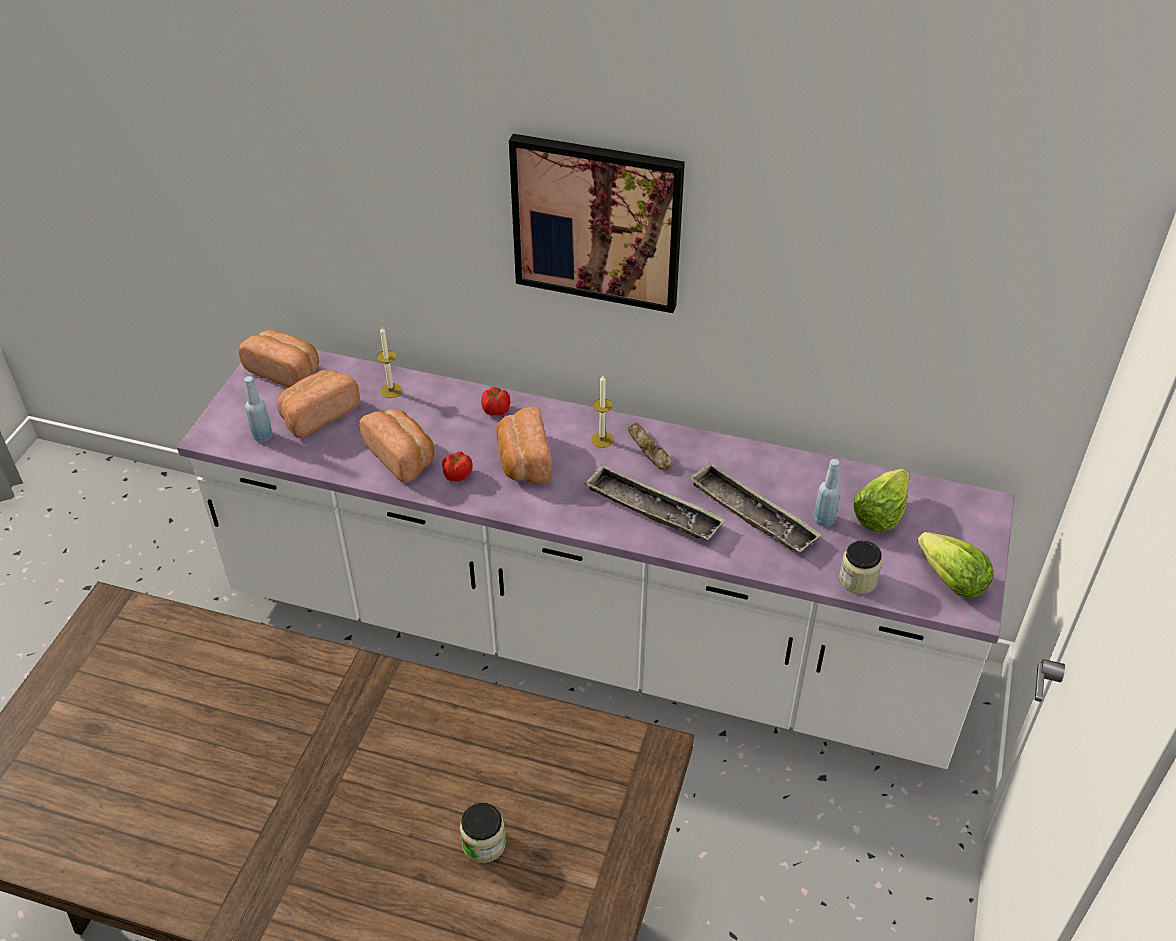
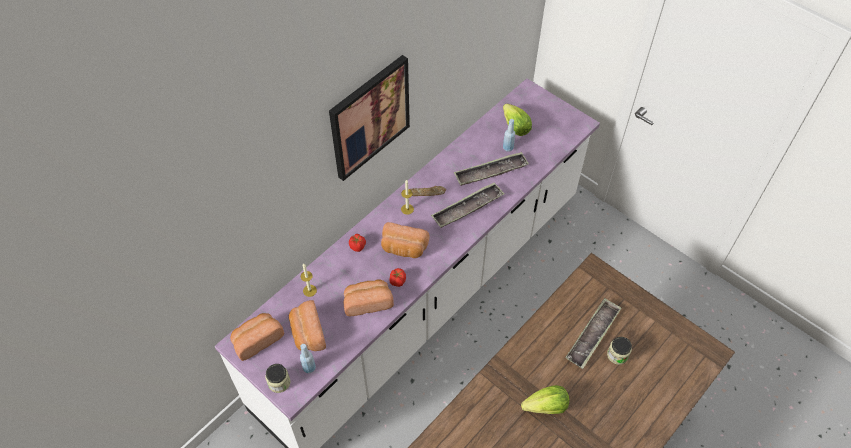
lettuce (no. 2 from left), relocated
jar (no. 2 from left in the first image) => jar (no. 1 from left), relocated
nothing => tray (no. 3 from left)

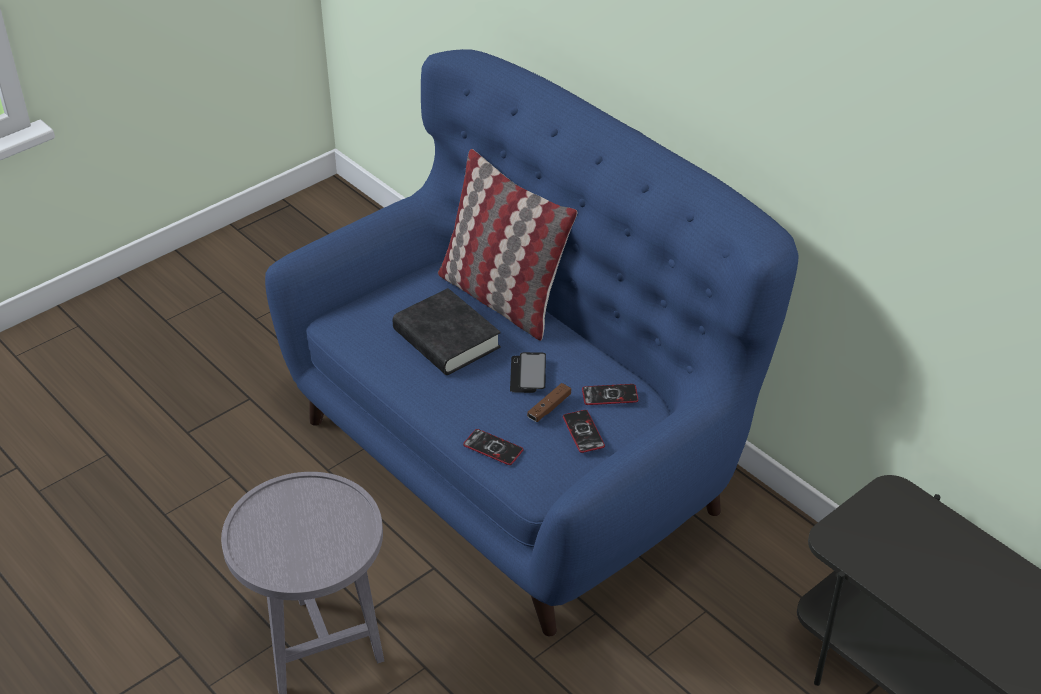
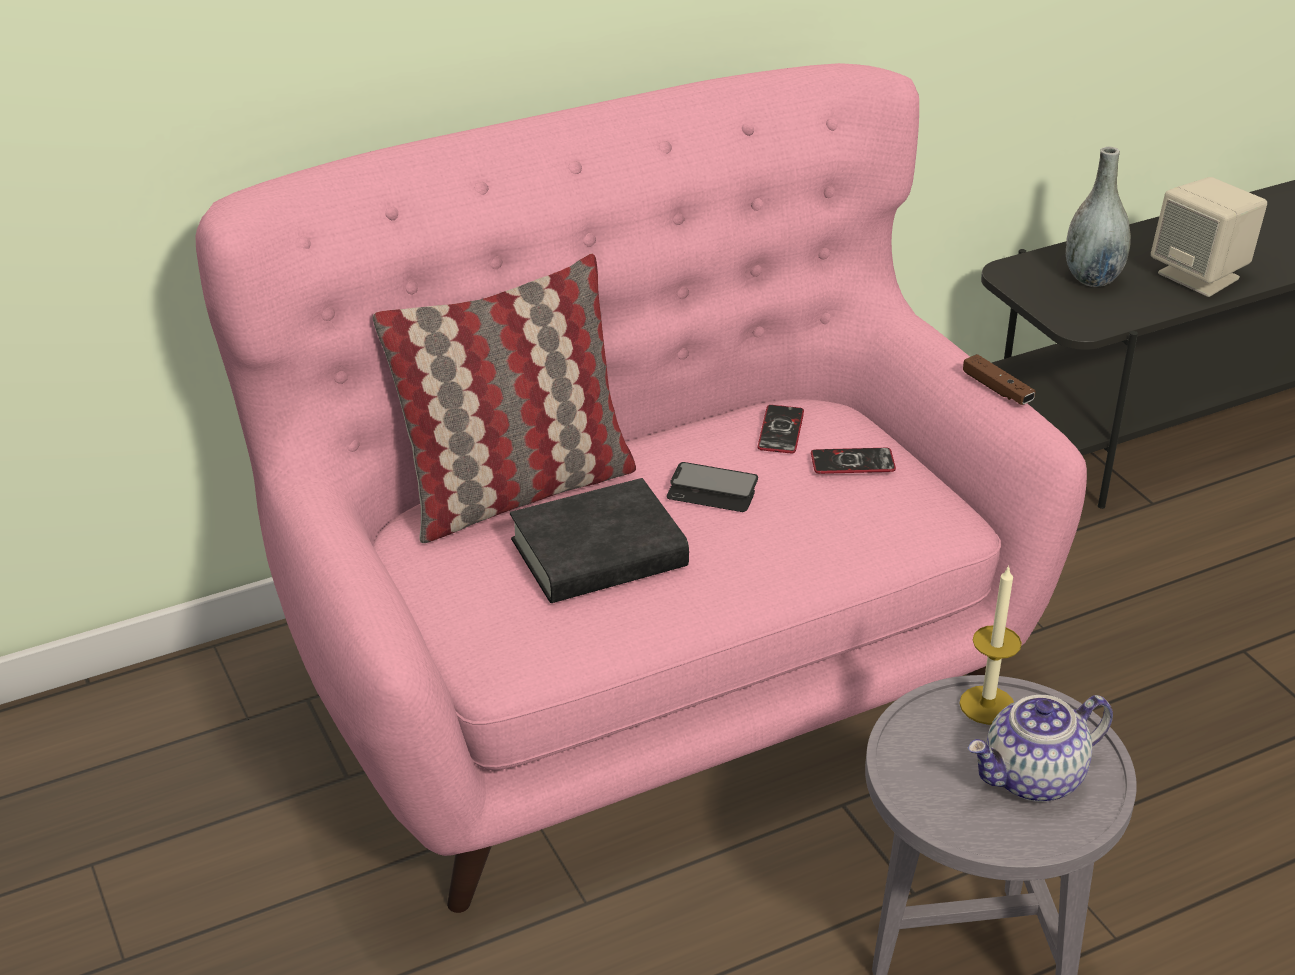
blue sofa => pink sofa
brown game controller, relocated
phone (no. 1 from left) => nothing
nothing => grey vase
nothing => beige speaker
nothing => candle
nothing => teapot

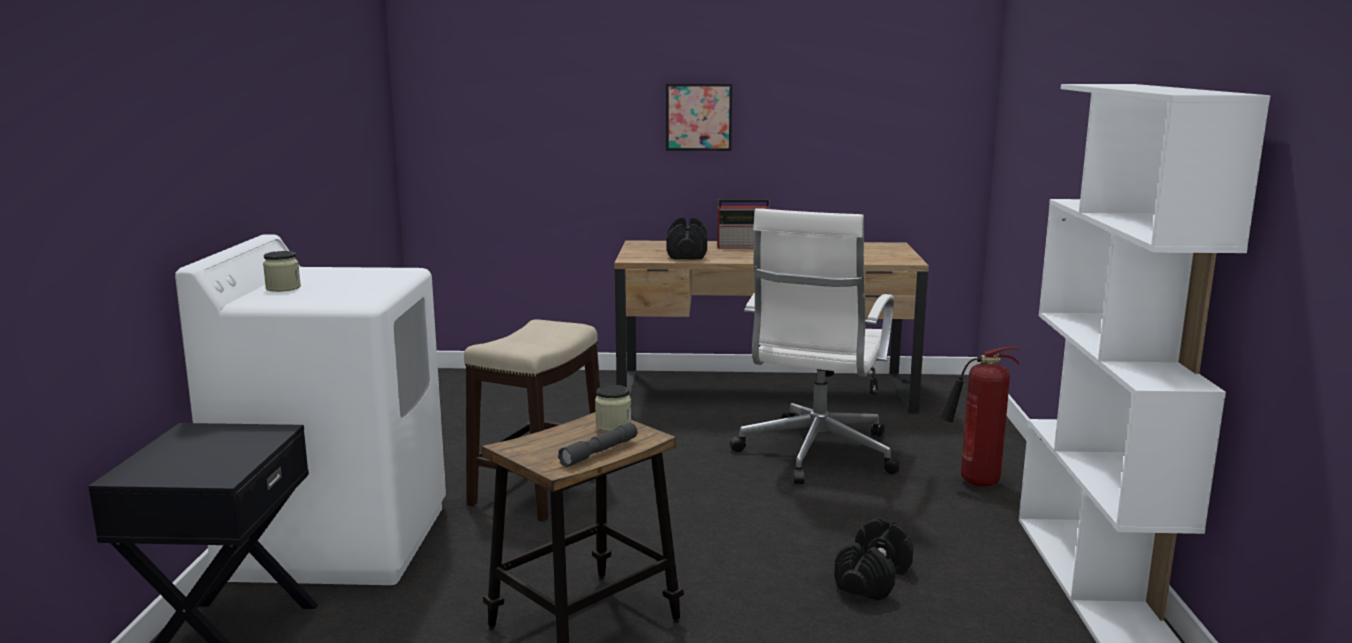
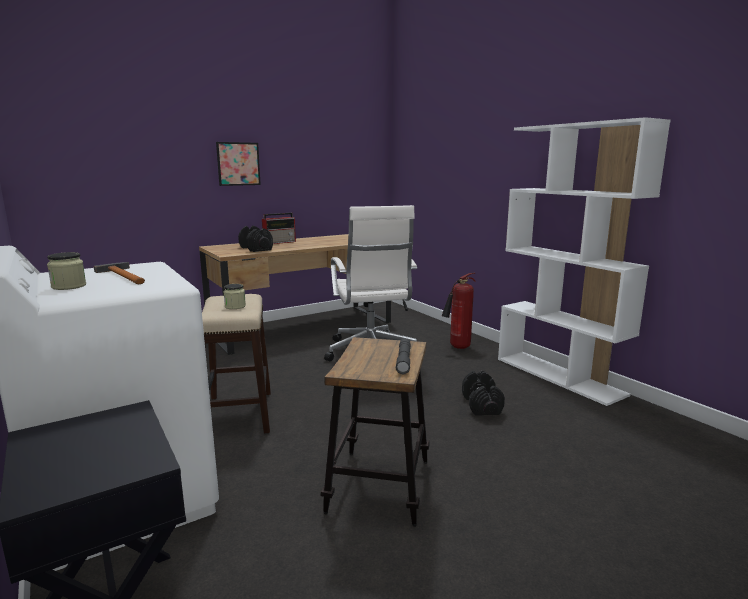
jar (no. 2 from left), relocated
nothing => hammer

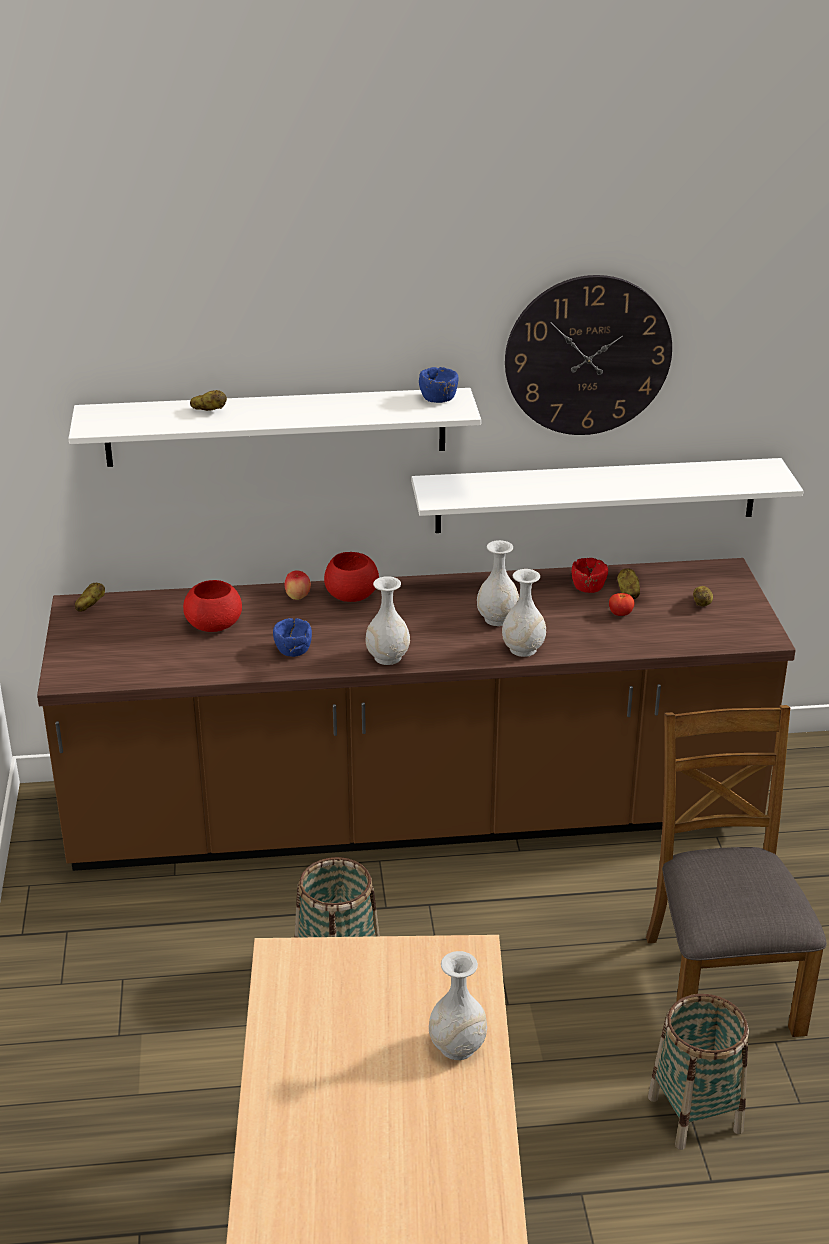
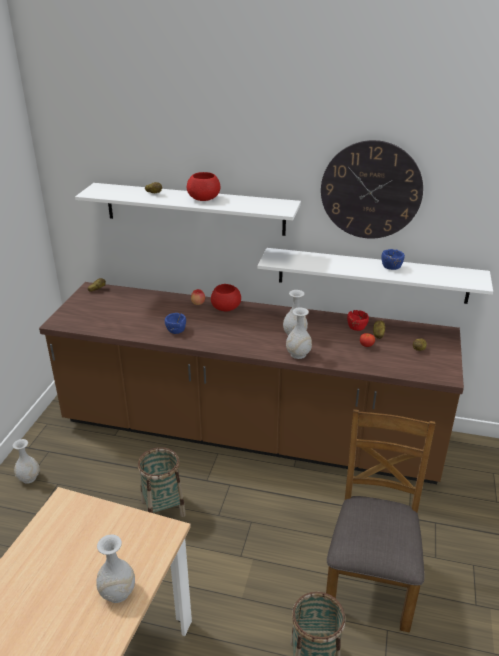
blue bowl (no. 2 from left), relocated
white vase (no. 1 from left), relocated
red bowl (no. 1 from left), relocated

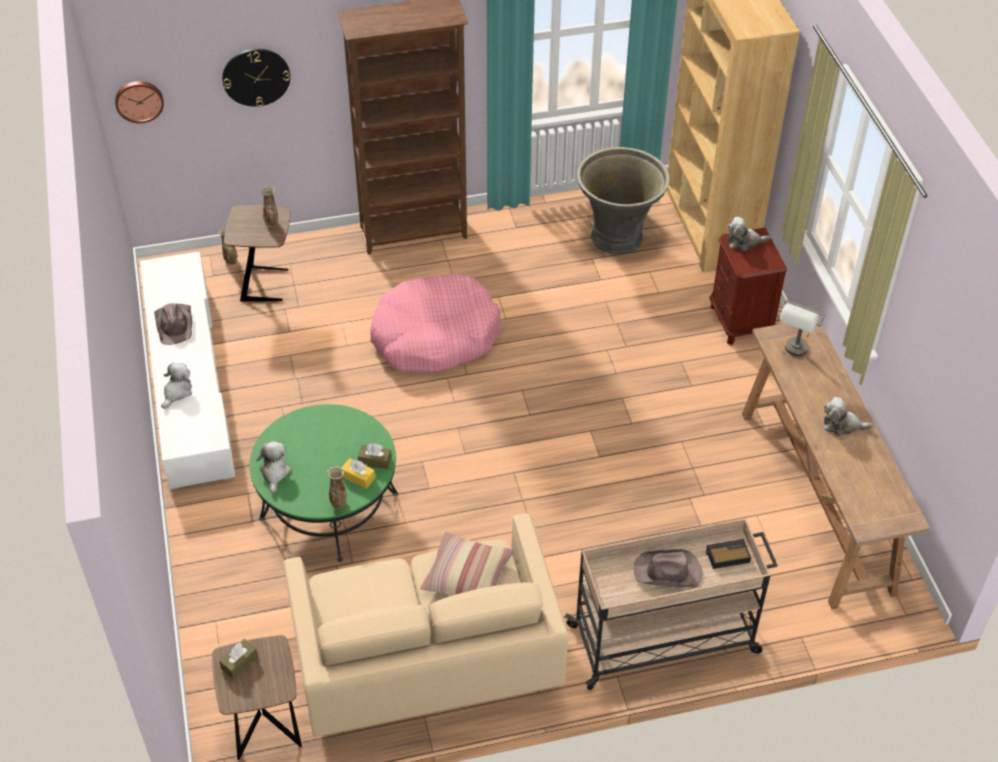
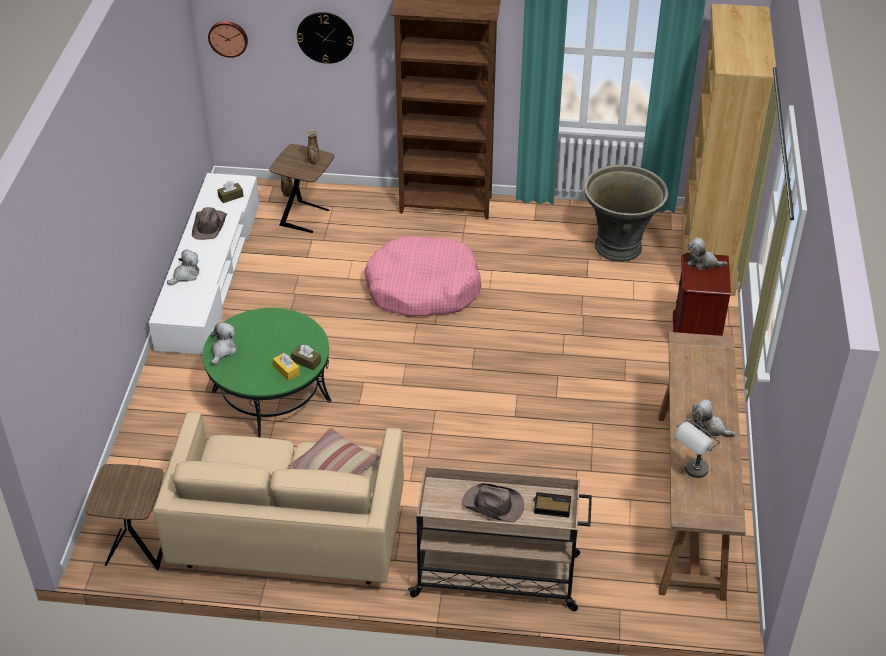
grey table lamp, relocated
vase (no. 3 from left) => nothing
brown tissue box (no. 1 from left), relocated

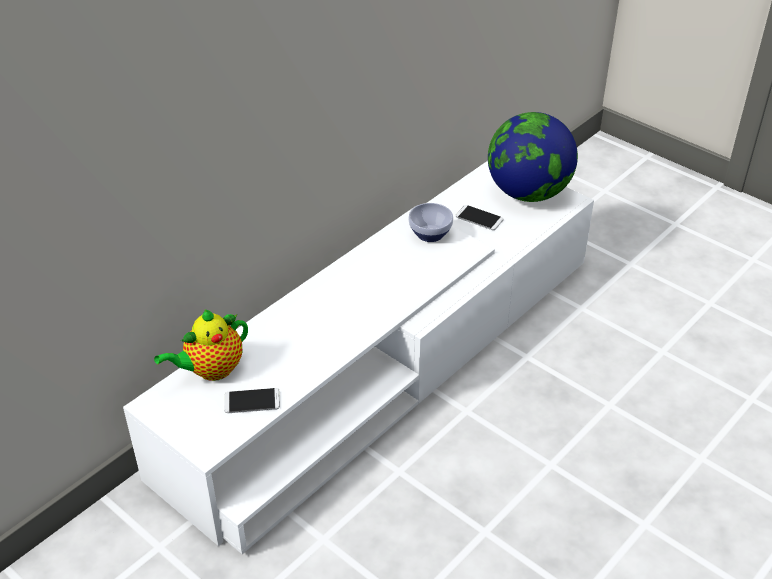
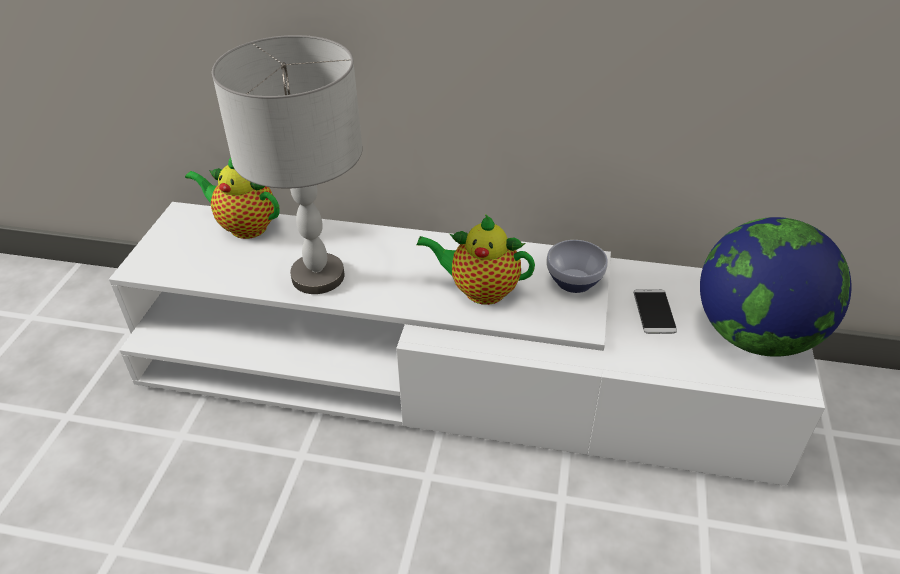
phone (no. 1 from left) => nothing
nothing => grey table lamp
nothing => teapot (no. 2 from left)

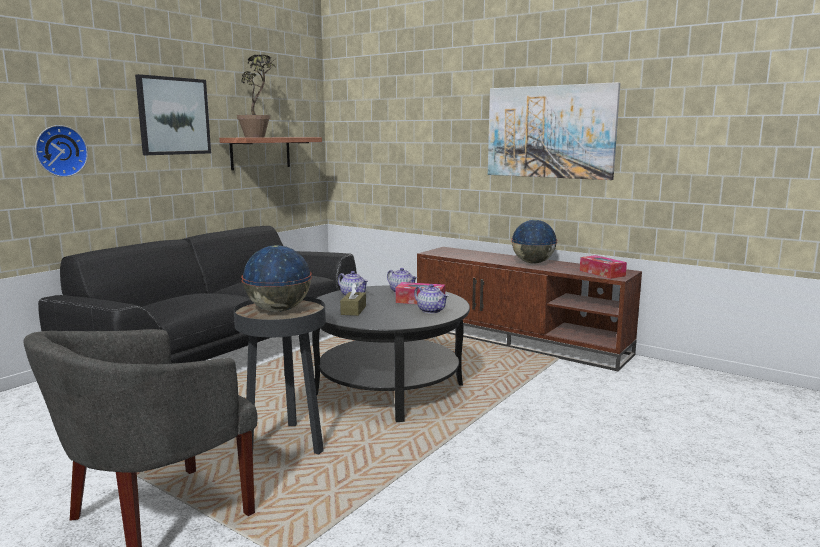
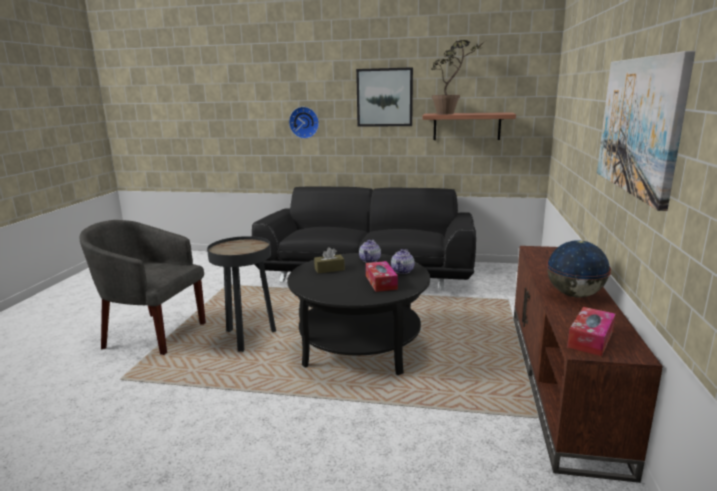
globe (no. 1 from left) => nothing
teapot (no. 3 from left) => nothing

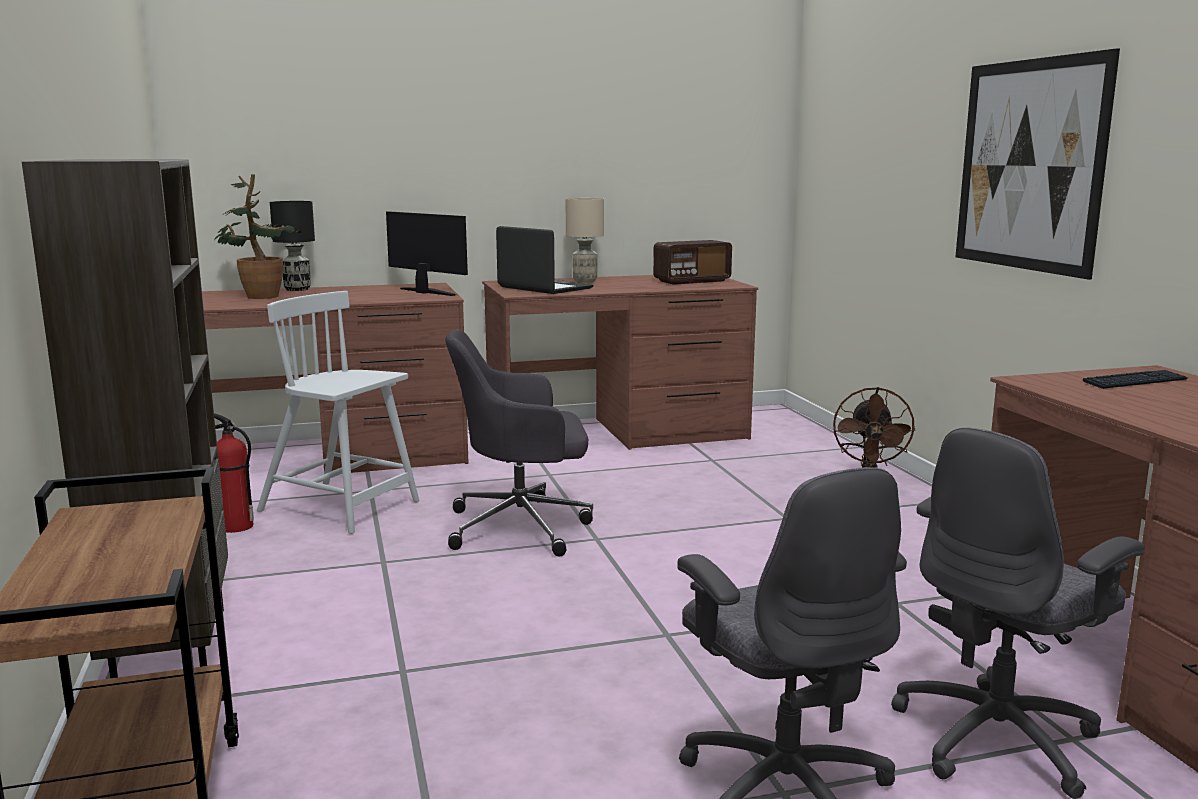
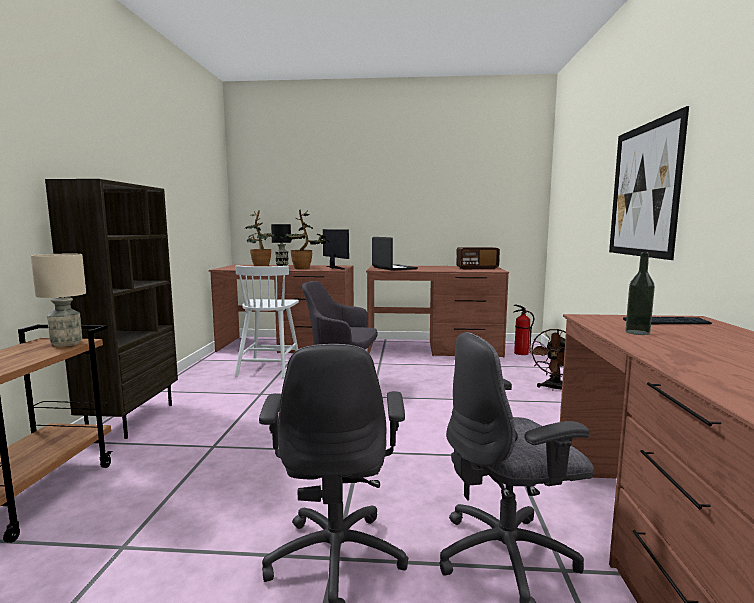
beige table lamp, relocated
white chair, 135 degrees counterclockwise
fire extinguisher, relocated
nothing => potted plant (no. 2 from left)
nothing => bottle

